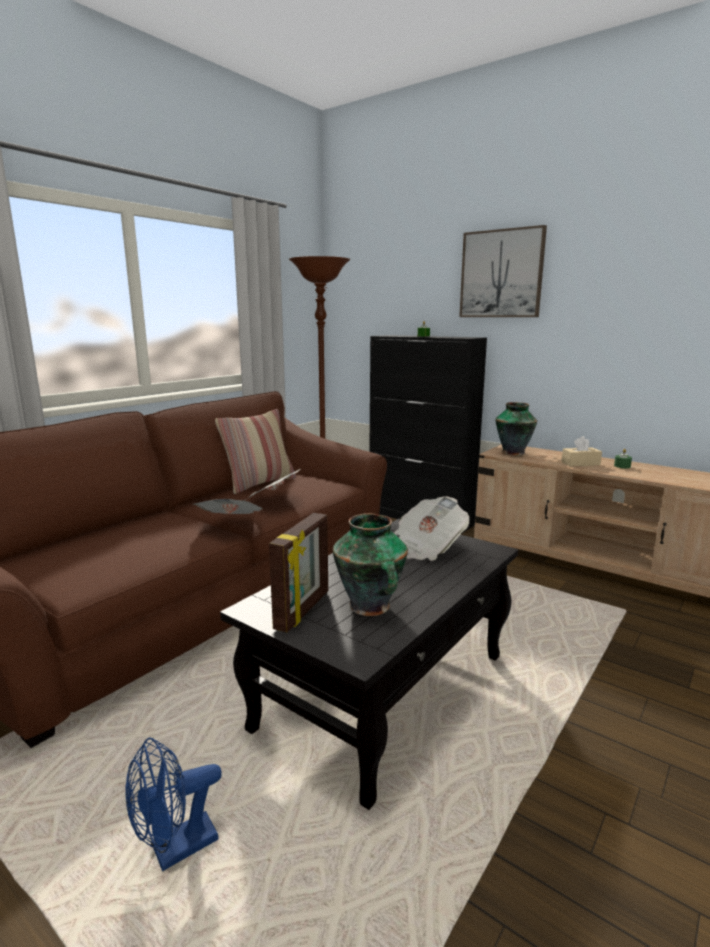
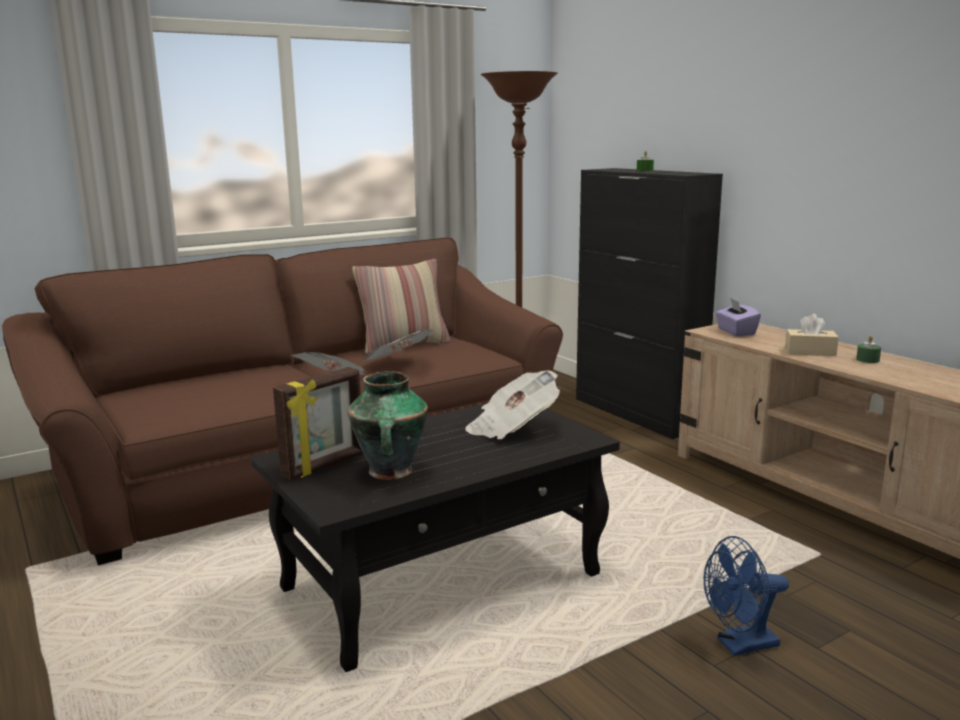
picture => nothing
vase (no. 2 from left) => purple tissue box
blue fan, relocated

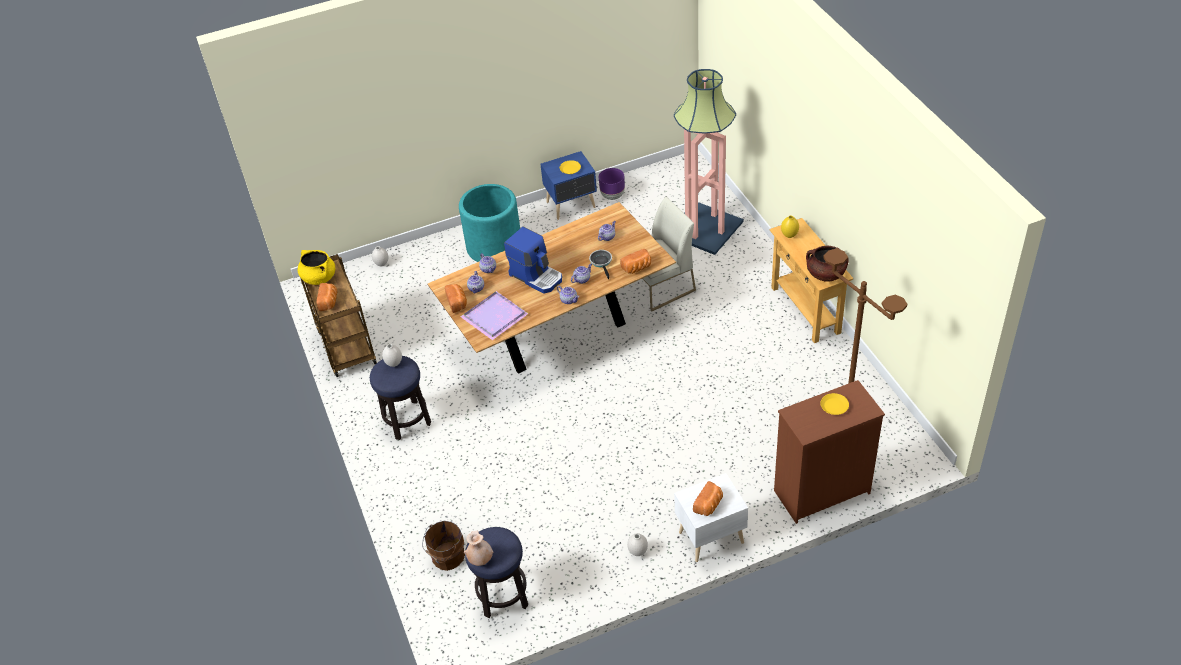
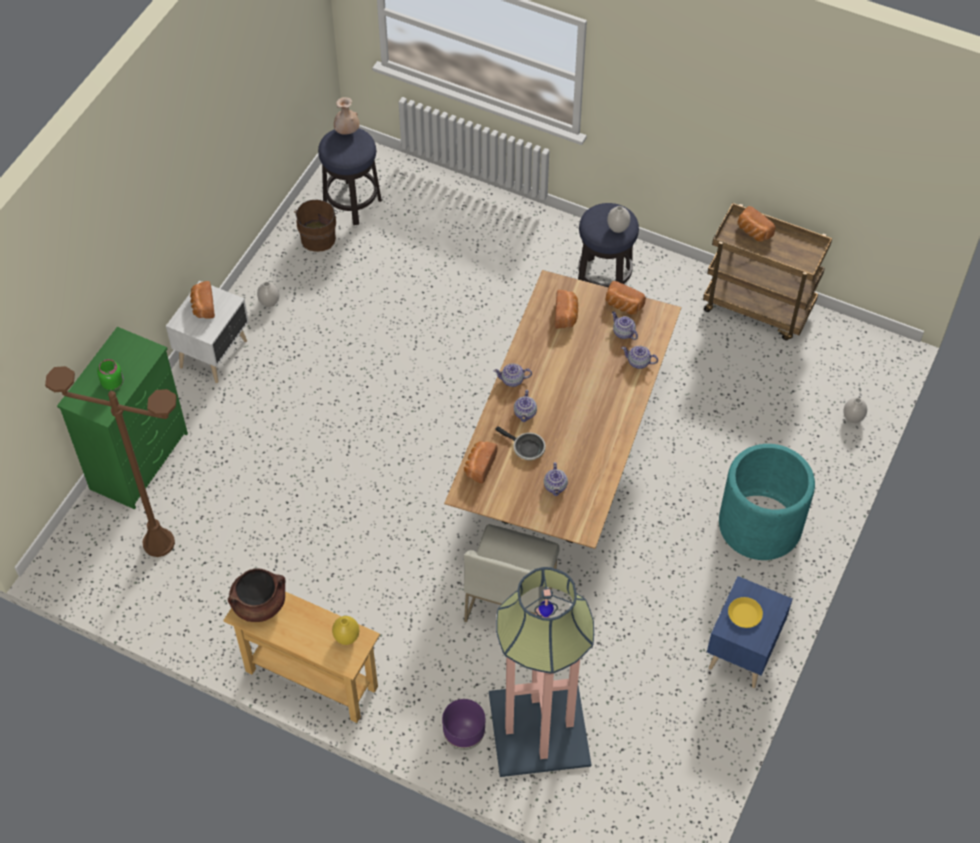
purple planter, relocated
coffee machine => nothing
yellow cooking pot => nothing
purple tray => bread (no. 3 from left)
brown dresser => green dresser
yellow plate (no. 2 from left) => green jar
brown bucket, relocated

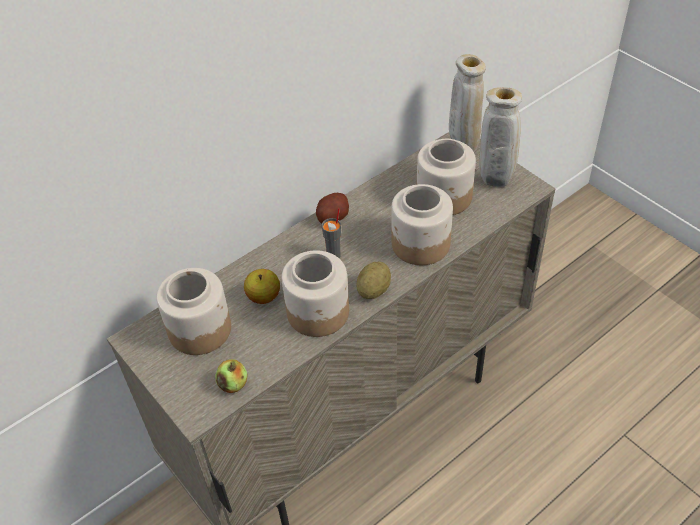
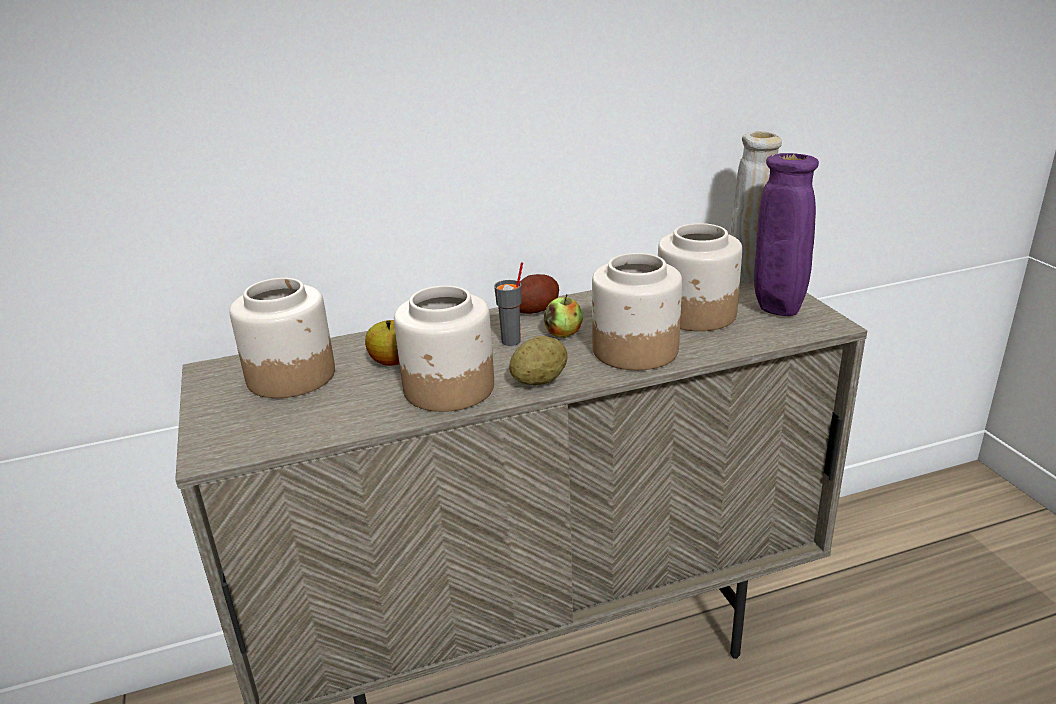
beige vase (no. 2 from left) => purple vase
apple (no. 1 from left in the first image) => apple (no. 2 from left), relocated

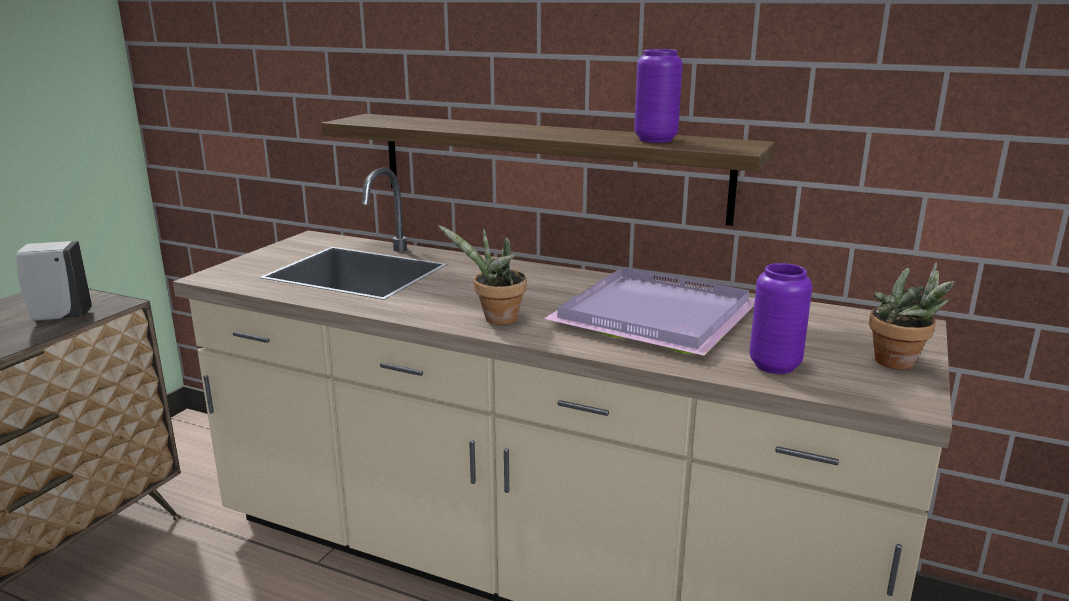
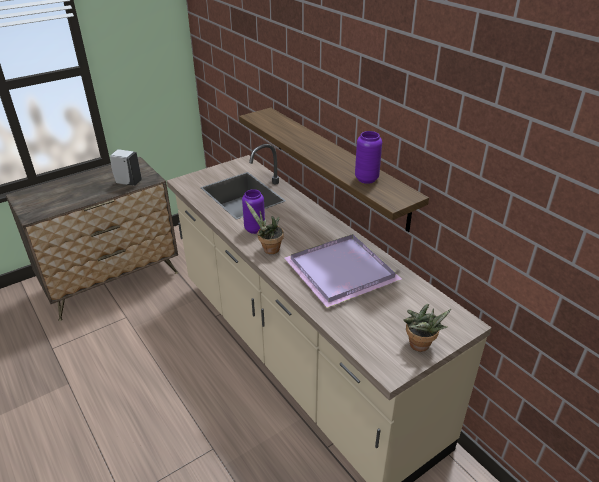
purple vase (no. 2 from left in the first image) => purple vase (no. 1 from left), relocated

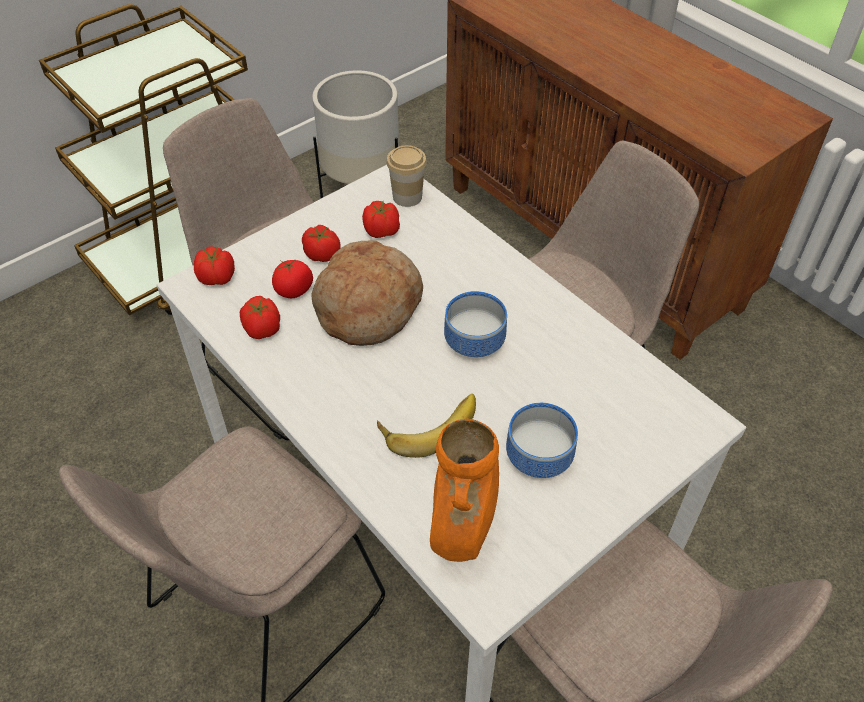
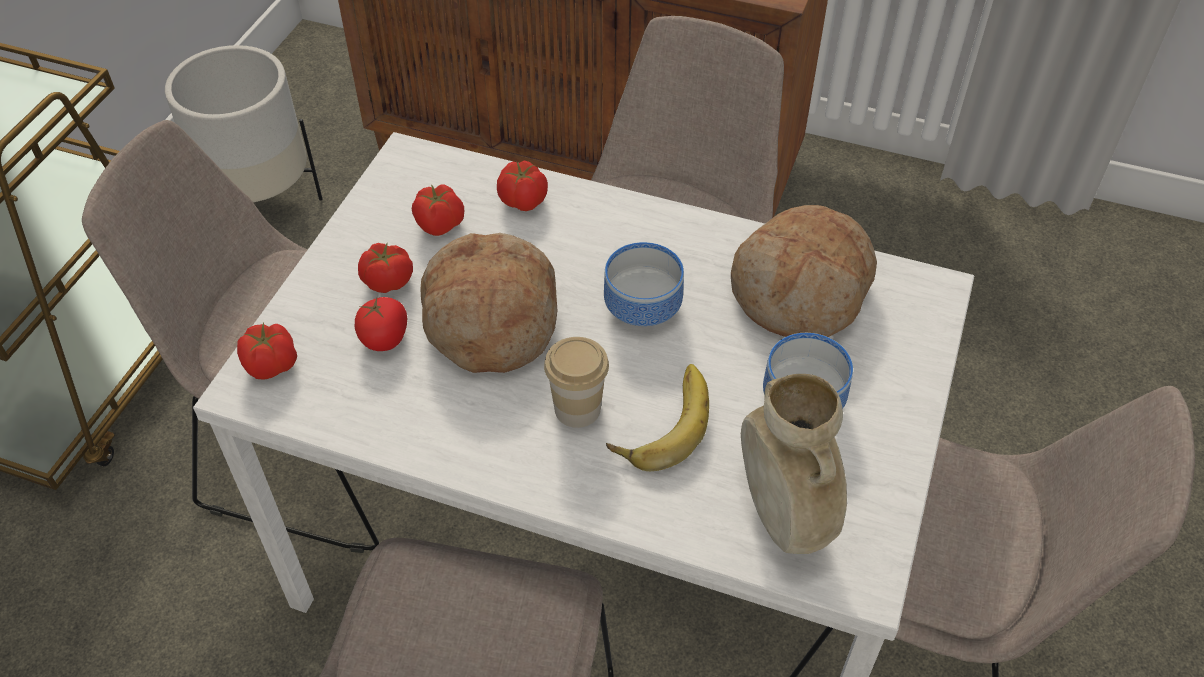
cup, relocated
tomato (no. 2 from left in the first image) => tomato (no. 5 from left), relocated
orange vase => beige vase
nothing => bread (no. 2 from left)

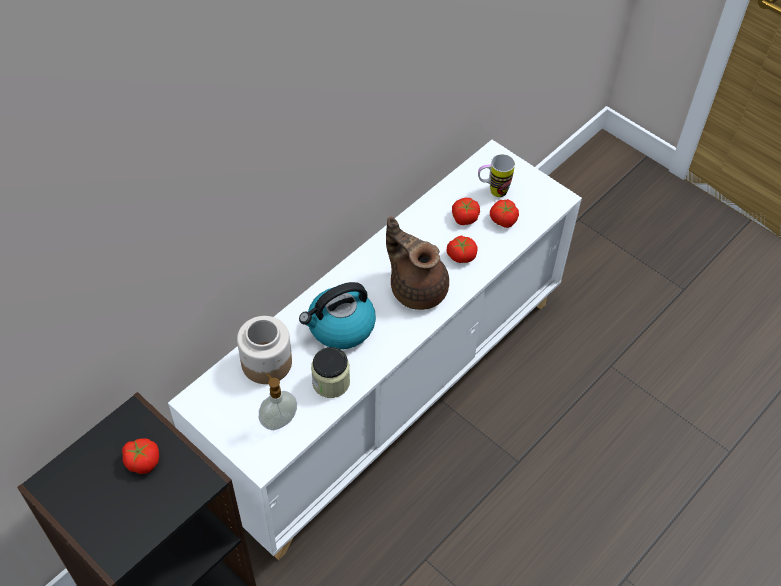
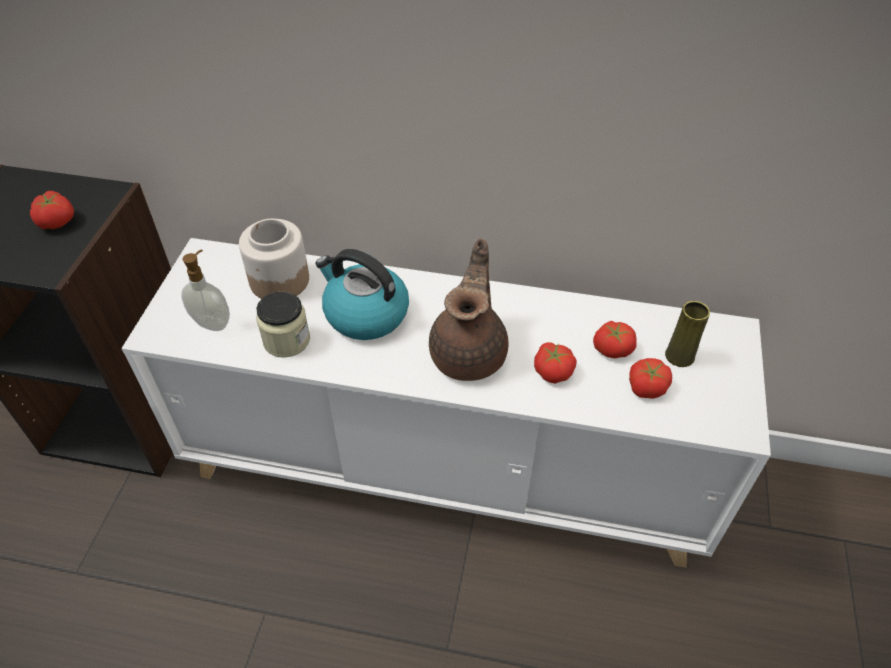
mug => yellow vase

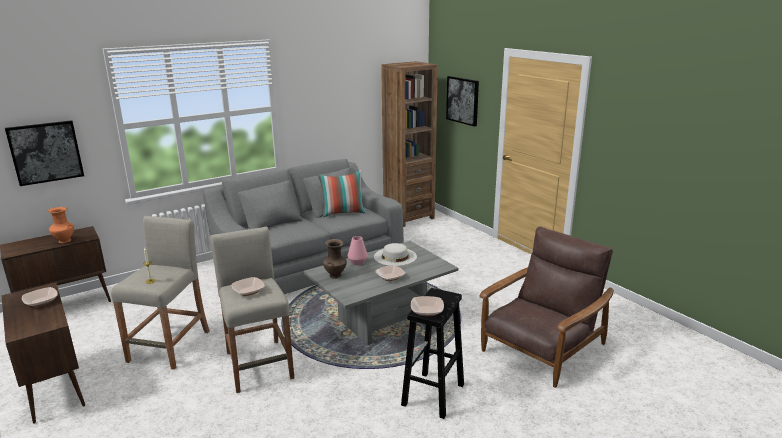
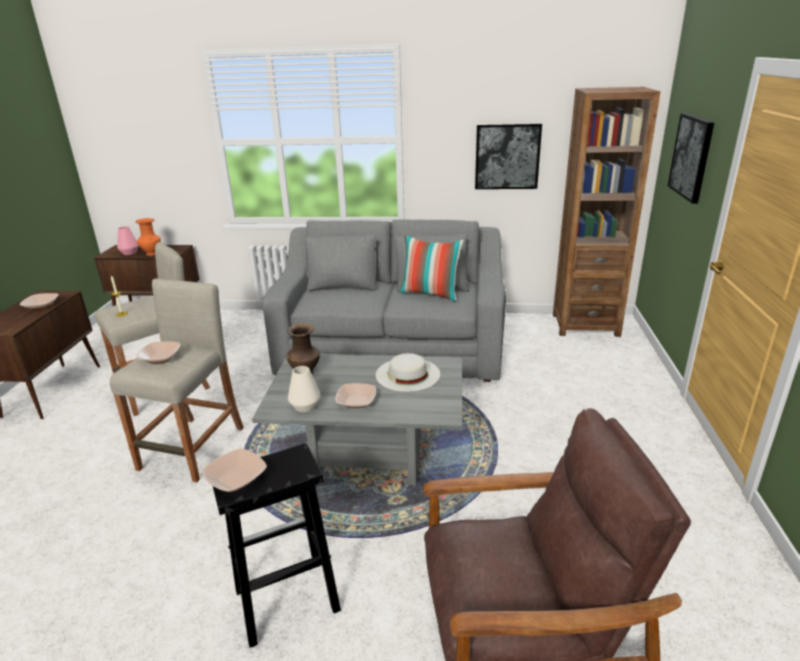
picture (no. 1 from left), relocated
pink vase, relocated
nothing => white vase

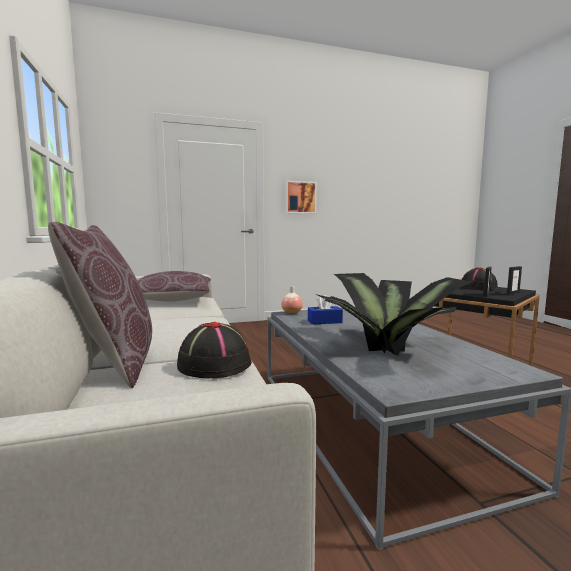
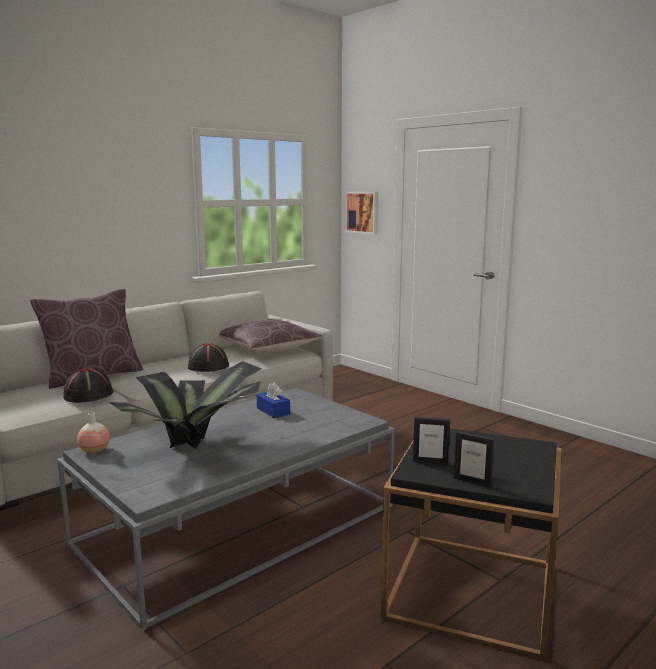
picture, relocated
black hat (no. 2 from left), relocated
vase, relocated

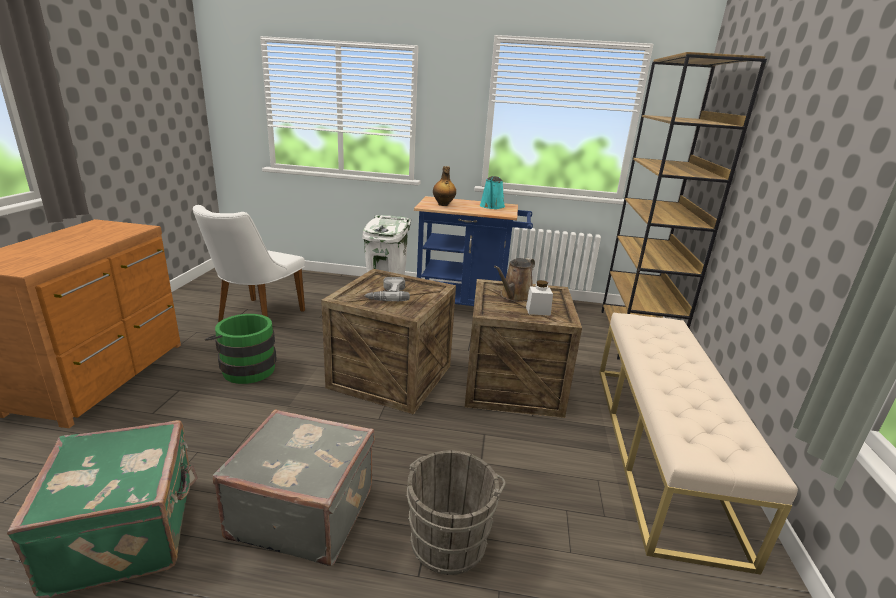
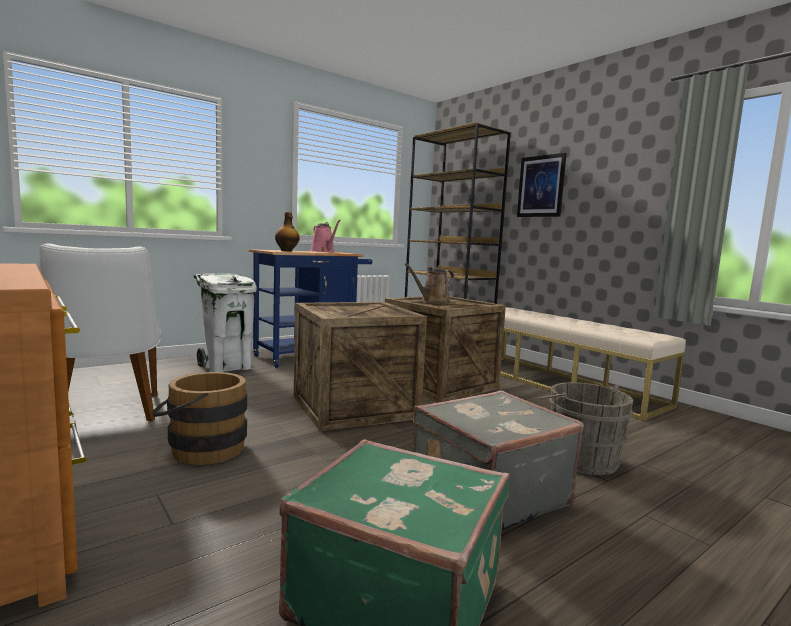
turquoise watering can => pink watering can
brown watering can, 60 degrees clockwise
power drill => nothing
white jar => nothing
green bucket => brown bucket
nothing => picture

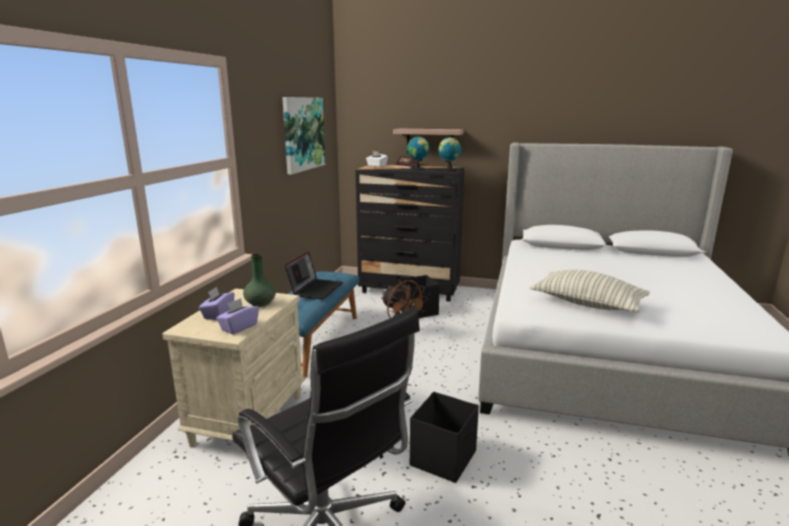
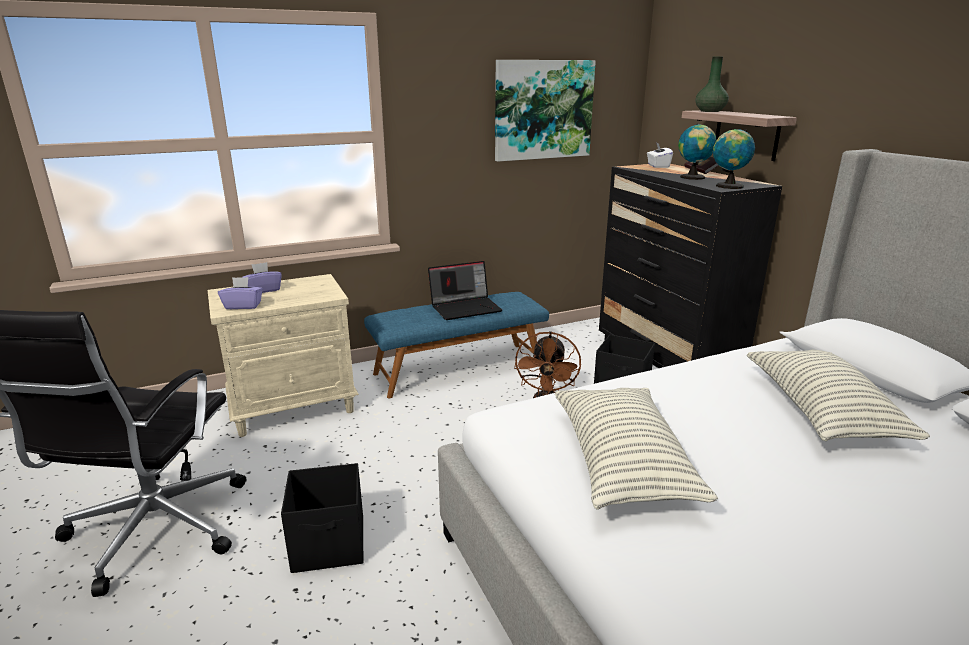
green vase, relocated
nothing => pillow (no. 2 from left)

